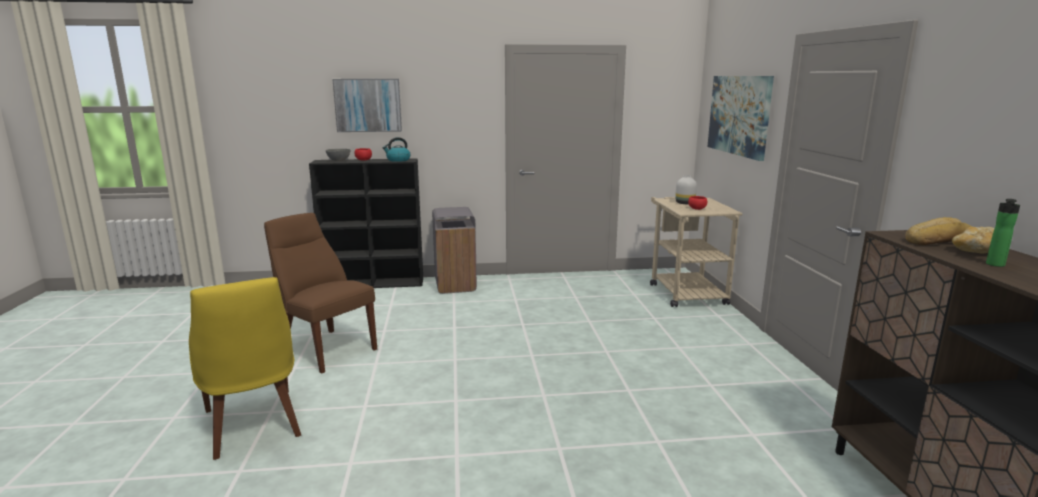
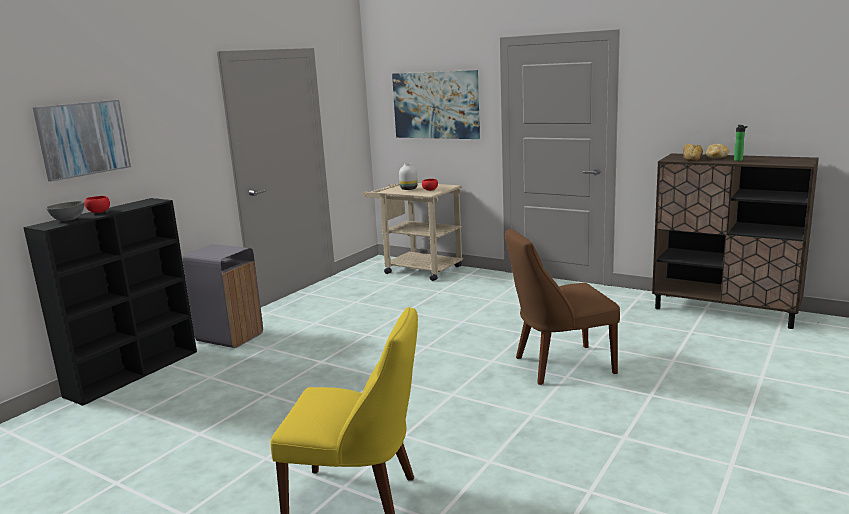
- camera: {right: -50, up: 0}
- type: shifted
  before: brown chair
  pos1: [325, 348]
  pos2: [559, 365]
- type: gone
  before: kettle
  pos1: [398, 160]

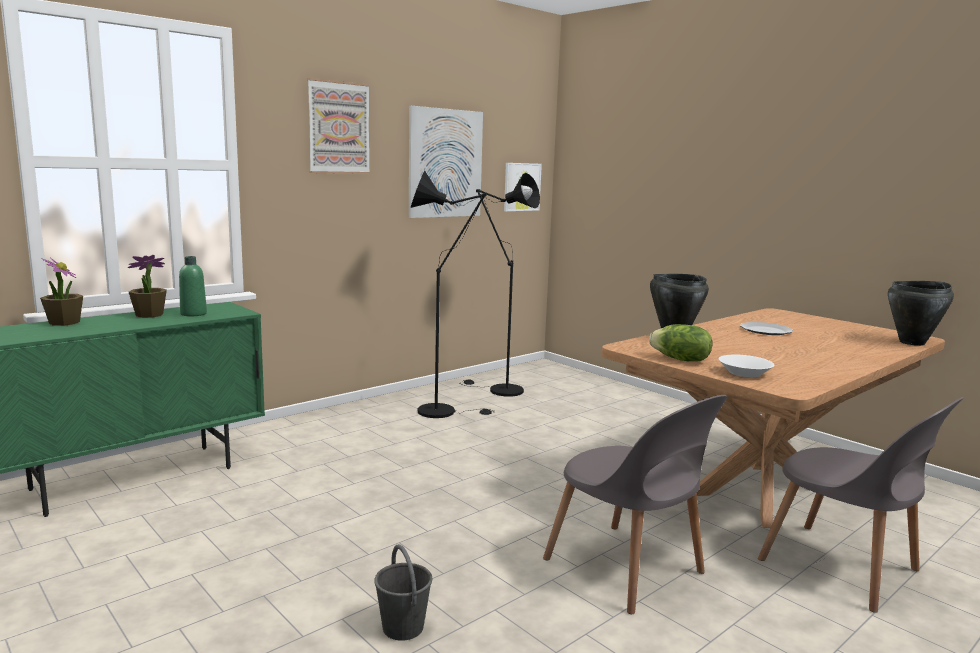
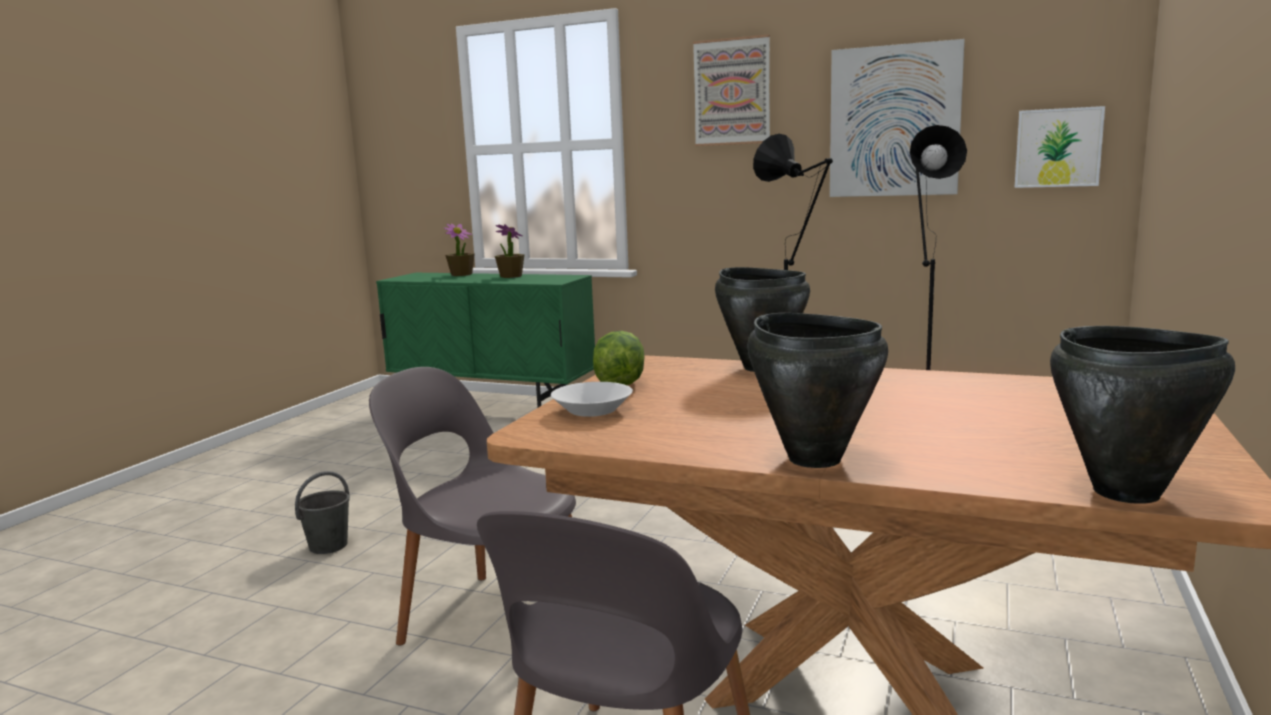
- camera: {right: 65, up: 0}
- type: gone
  before: green bottle
  pos1: [193, 314]
- type: rotated
  before: grey chair
  pos1: [628, 569]
  pos2: [493, 619]
  turn: 90
- type: gone
  before: plate
  pos1: [766, 330]
- type: new
  after: black cooking pot
  pos2: [814, 458]

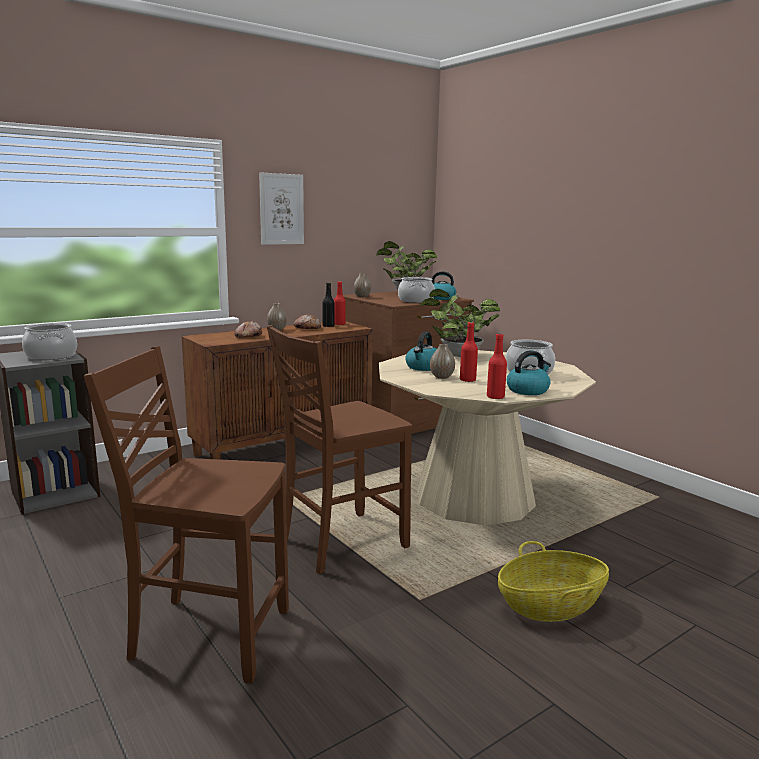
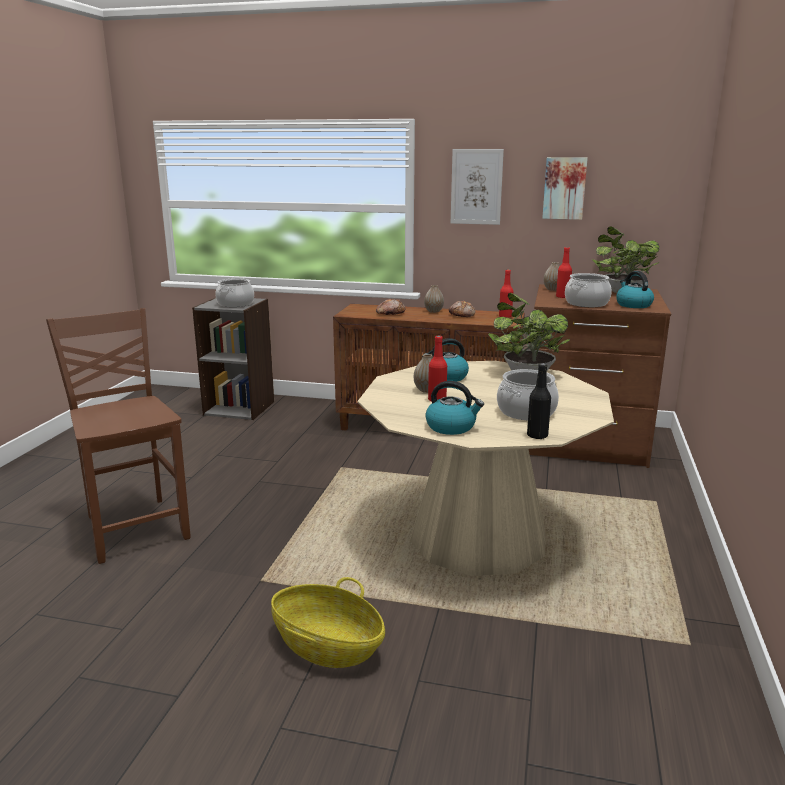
- camera: {right: 50, up: 5}
- type: gone
  before: brown chair
  pos1: [340, 543]
- type: shifted
  before: black bottle
  pos1: [328, 326]
  pos2: [537, 436]
- type: shifted
  before: red bottle
  pos1: [495, 397]
  pos2: [562, 297]
- type: new
  after: picture
  pos2: [564, 188]

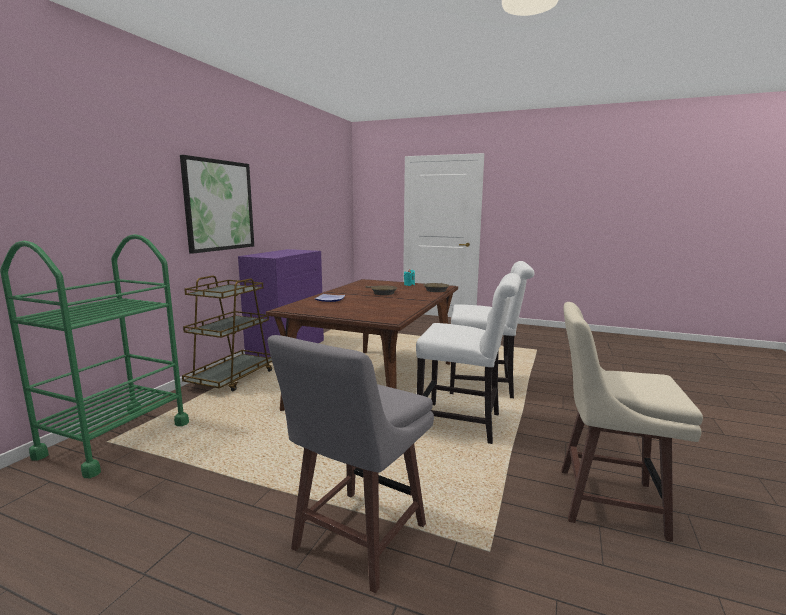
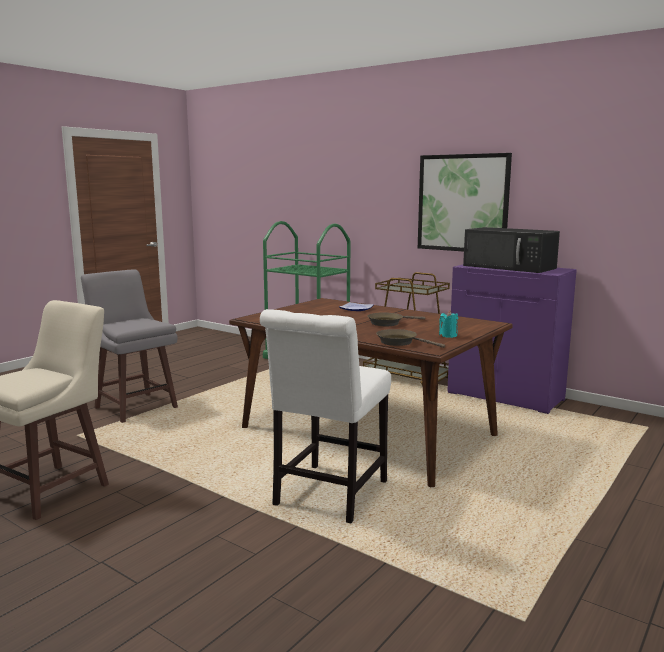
- camera: {right: 105, up: 0}
- type: gone
  before: white chair
  pos1: [464, 424]
- type: new
  after: black microwave
  pos2: [510, 267]

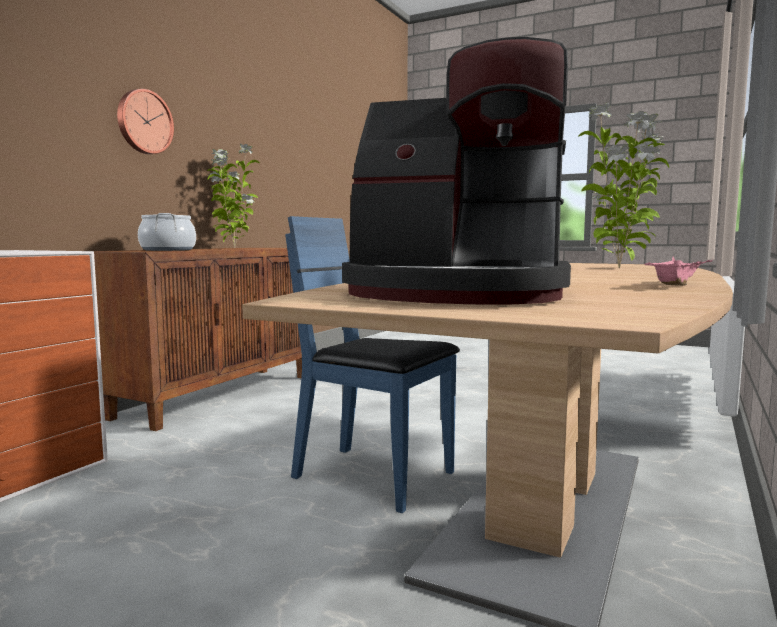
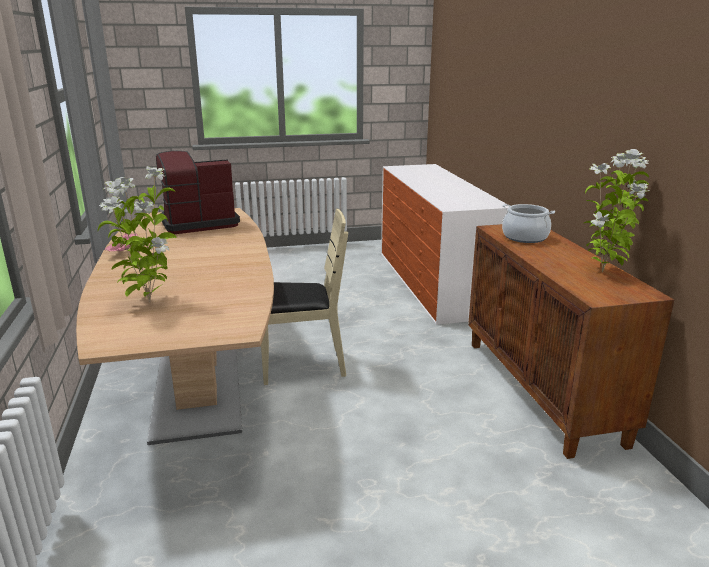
- camera: {right: 140, up: 15}
- type: gone
  before: wall clock
  pos1: [144, 122]
- type: repainted
  before: blue chair
  after: beige chair
  pos1: [373, 477]
  pos2: [302, 365]

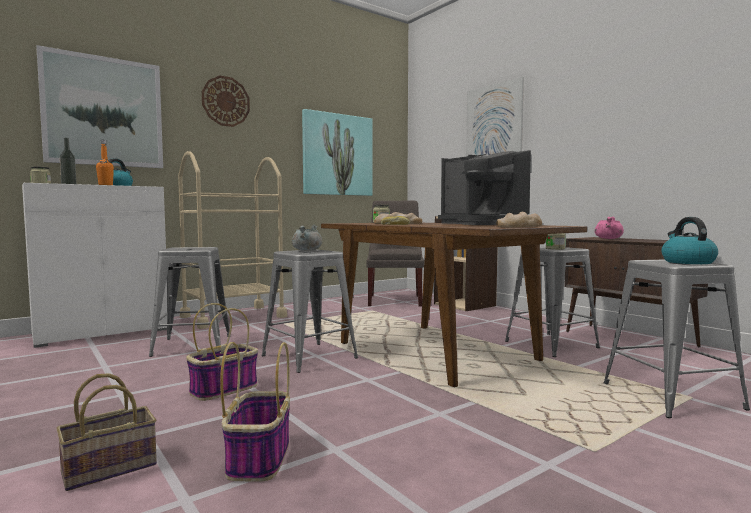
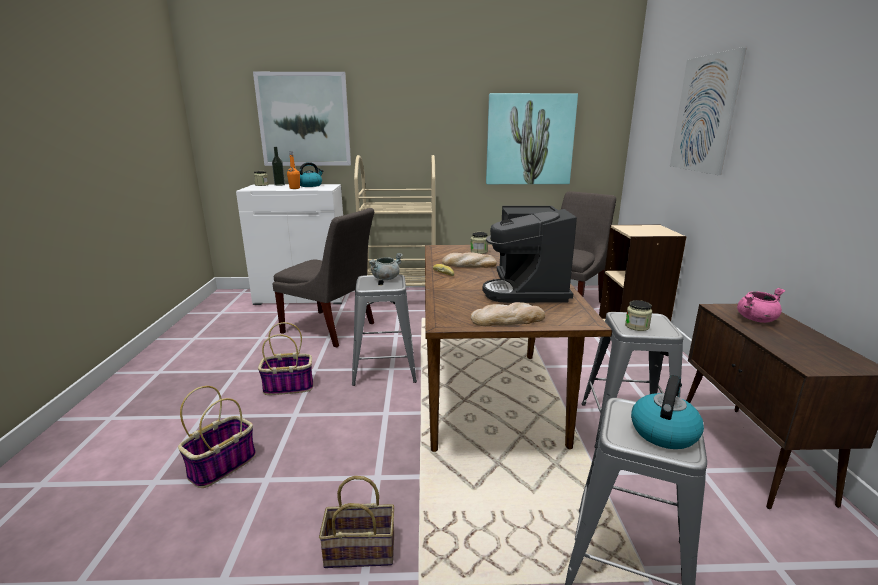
- camera: {right: 35, up: 15}
- type: shifted
  before: basket
  pos1: [111, 467]
  pos2: [362, 550]
- type: swapped
  before: grey stool
  after: grey chair
  pos1: [192, 346]
  pos2: [331, 329]
- type: gone
  before: wall clock
  pos1: [226, 101]

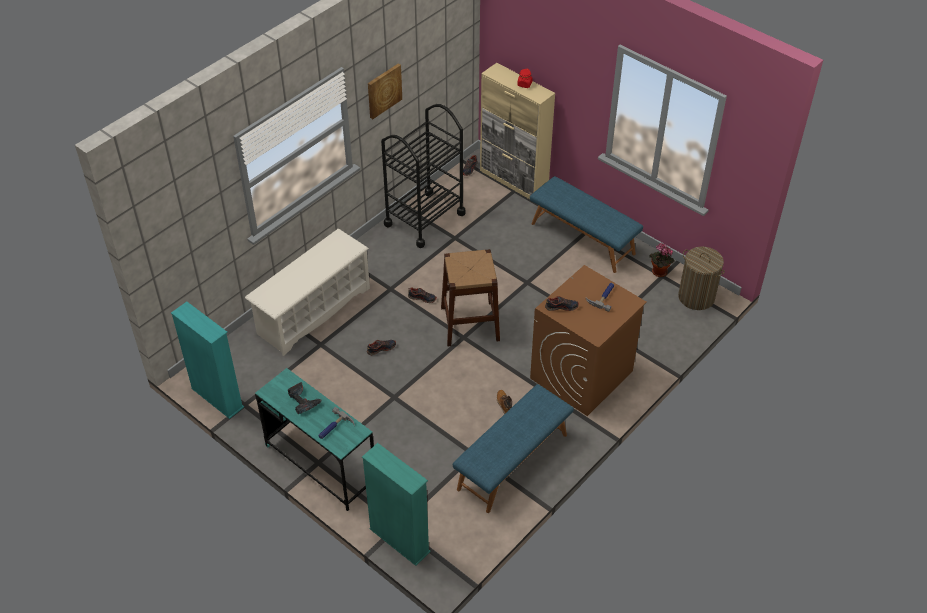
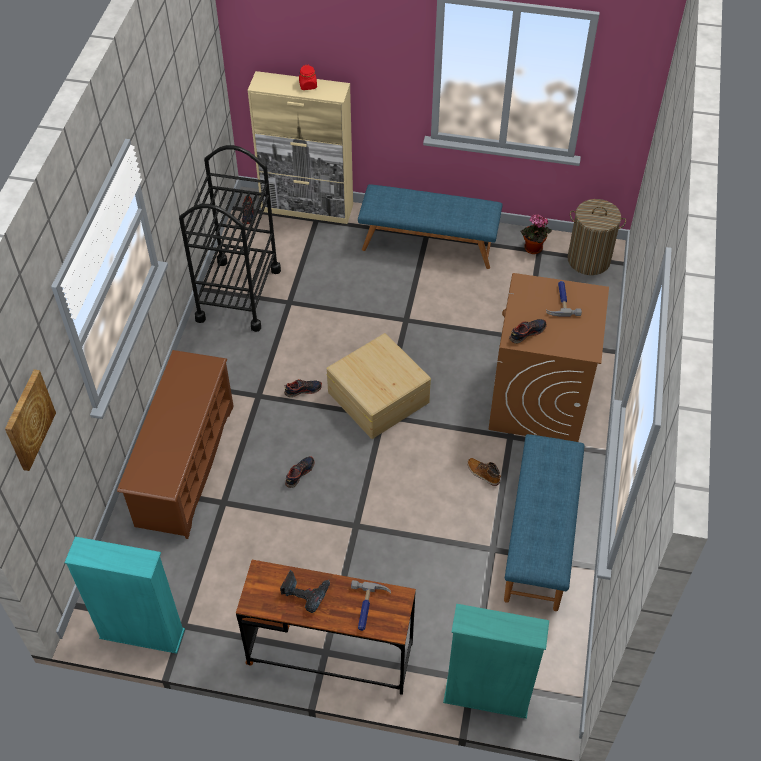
- camera: {right: -30, up: 5}
- type: repainted
  before: white shoe rack
  after: brown shoe rack
  pos1: [313, 311]
  pos2: [185, 465]
- type: repainted
  before: turquoise desk
  after: brown desk
  pos1: [320, 465]
  pos2: [330, 654]
- type: shifted
  before: picture
  pos1: [384, 90]
  pos2: [28, 419]
- type: swapped
  before: brown stool
  after: beige storage box
  pos1: [470, 323]
  pos2: [378, 396]

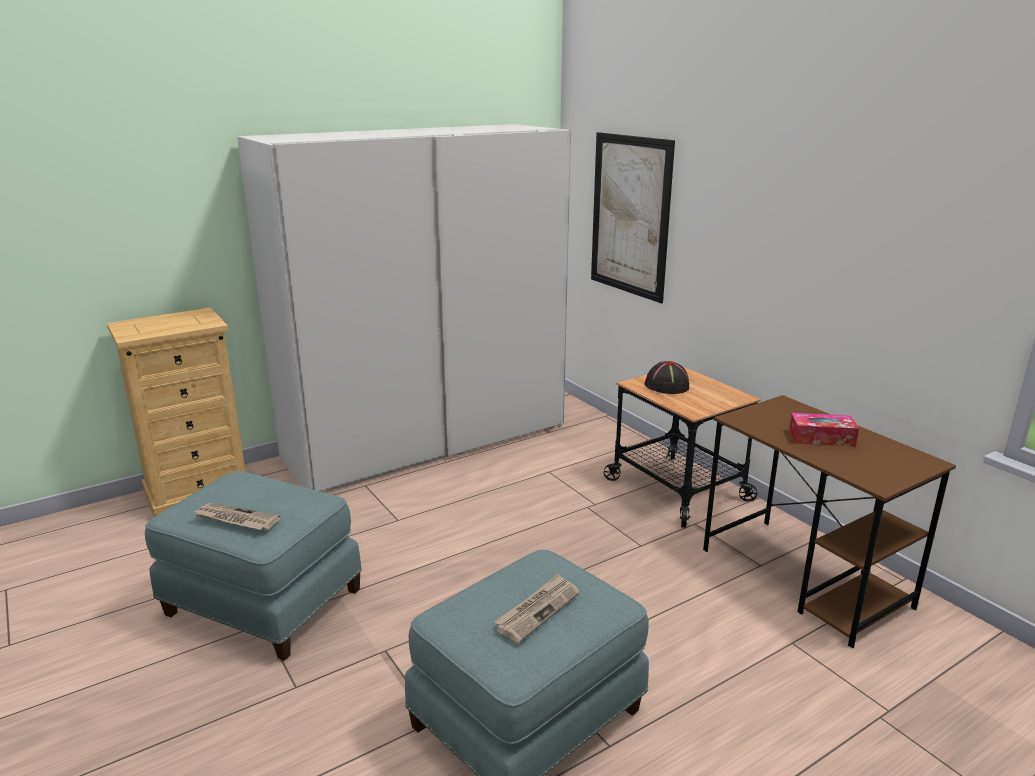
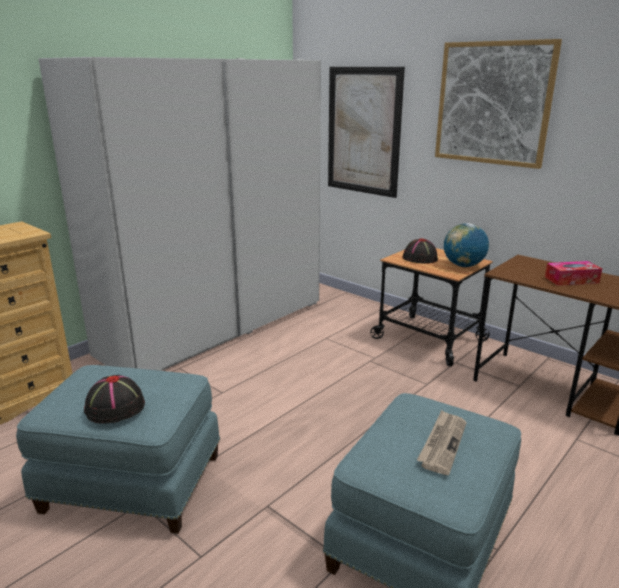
- camera: {right: -15, up: 0}
- type: swapped
  before: newspaper
  after: black hat
  pos1: [235, 519]
  pos2: [114, 407]
- type: new
  after: picture
  pos2: [493, 103]
- type: new
  after: globe
  pos2: [463, 266]

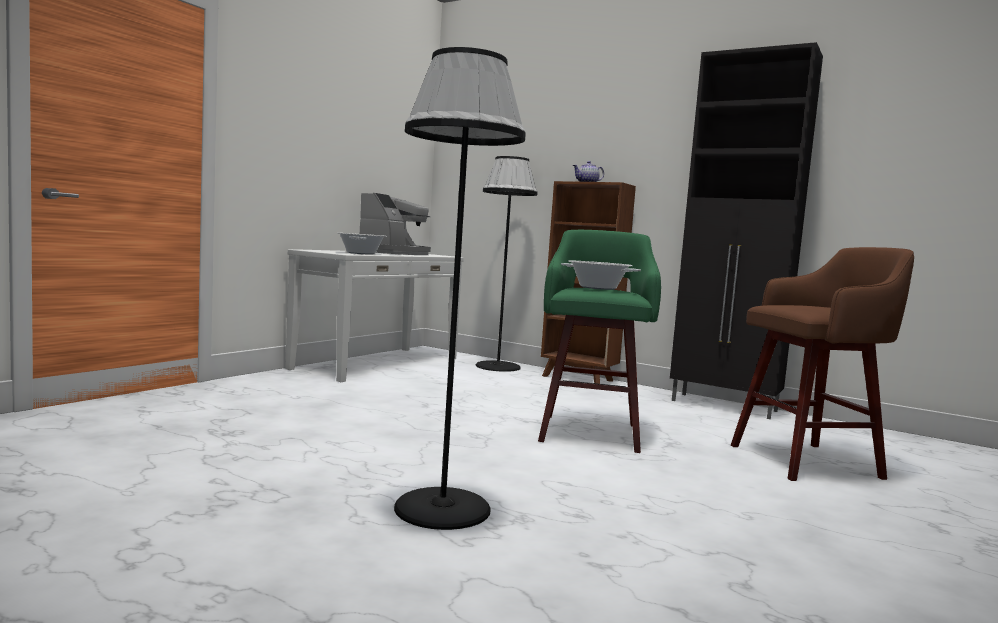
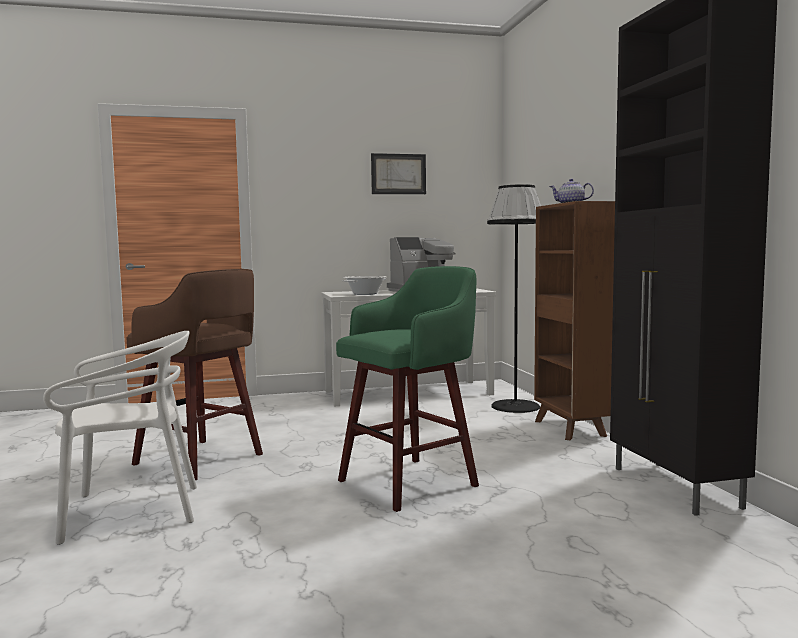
- camera: {right: 45, up: 0}
- type: swapped
  before: black floor lamp
  after: white chair
  pos1: [443, 508]
  pos2: [131, 511]
- type: gone
  before: cooking pot
  pos1: [598, 288]
- type: shifted
  before: brown stool
  pos1: [809, 461]
  pos2: [201, 460]
- type: new
  after: picture
  pos2: [398, 174]

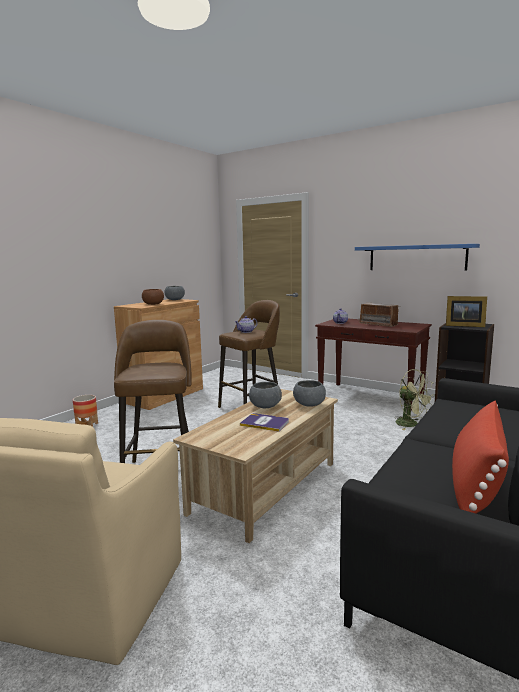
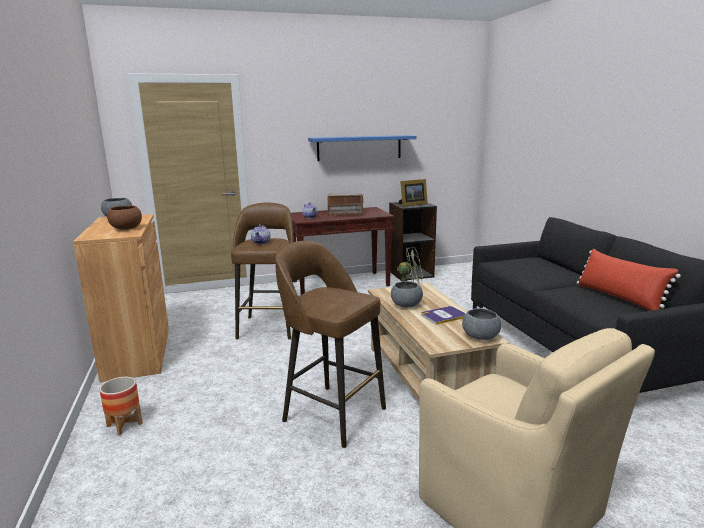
- camera: {right: -50, up: 5}
- type: shifted
  before: grey bowl
  pos1: [309, 404]
  pos2: [480, 337]

